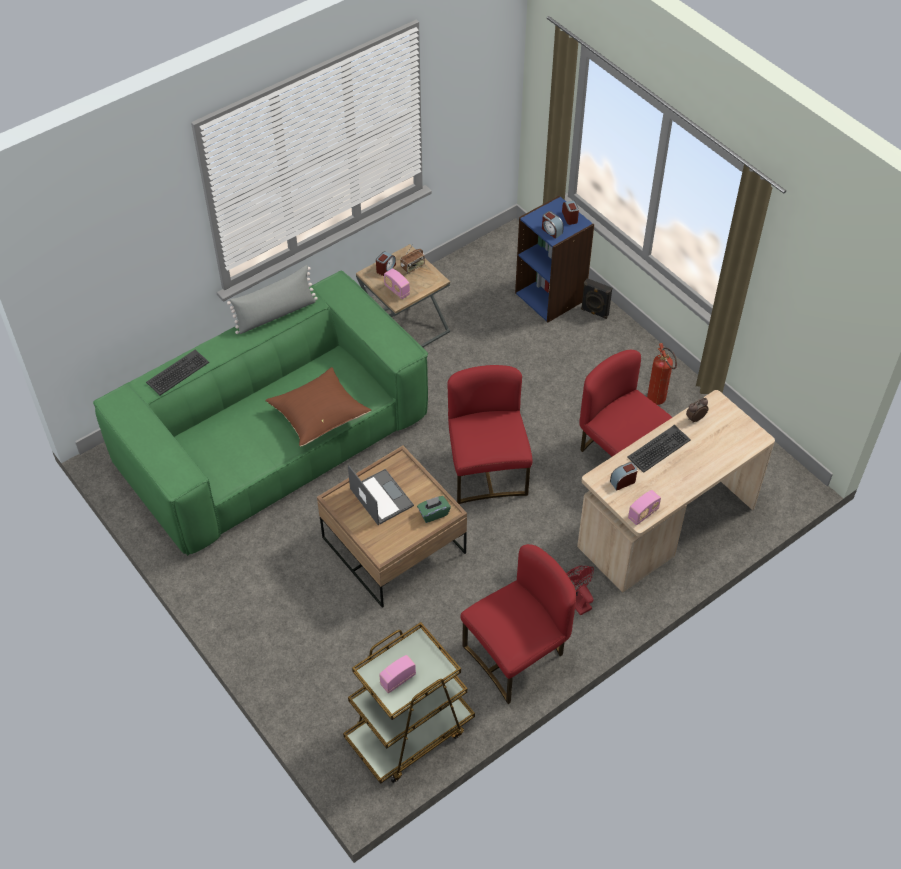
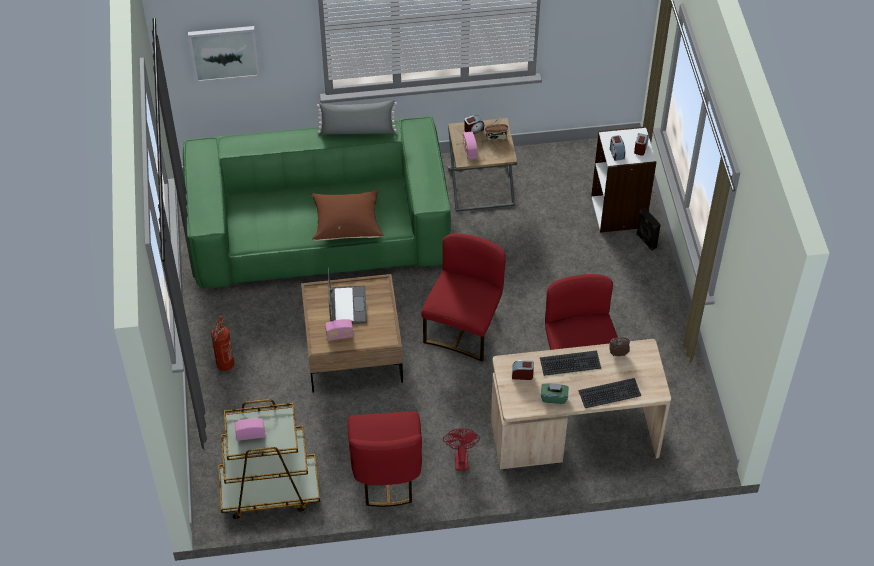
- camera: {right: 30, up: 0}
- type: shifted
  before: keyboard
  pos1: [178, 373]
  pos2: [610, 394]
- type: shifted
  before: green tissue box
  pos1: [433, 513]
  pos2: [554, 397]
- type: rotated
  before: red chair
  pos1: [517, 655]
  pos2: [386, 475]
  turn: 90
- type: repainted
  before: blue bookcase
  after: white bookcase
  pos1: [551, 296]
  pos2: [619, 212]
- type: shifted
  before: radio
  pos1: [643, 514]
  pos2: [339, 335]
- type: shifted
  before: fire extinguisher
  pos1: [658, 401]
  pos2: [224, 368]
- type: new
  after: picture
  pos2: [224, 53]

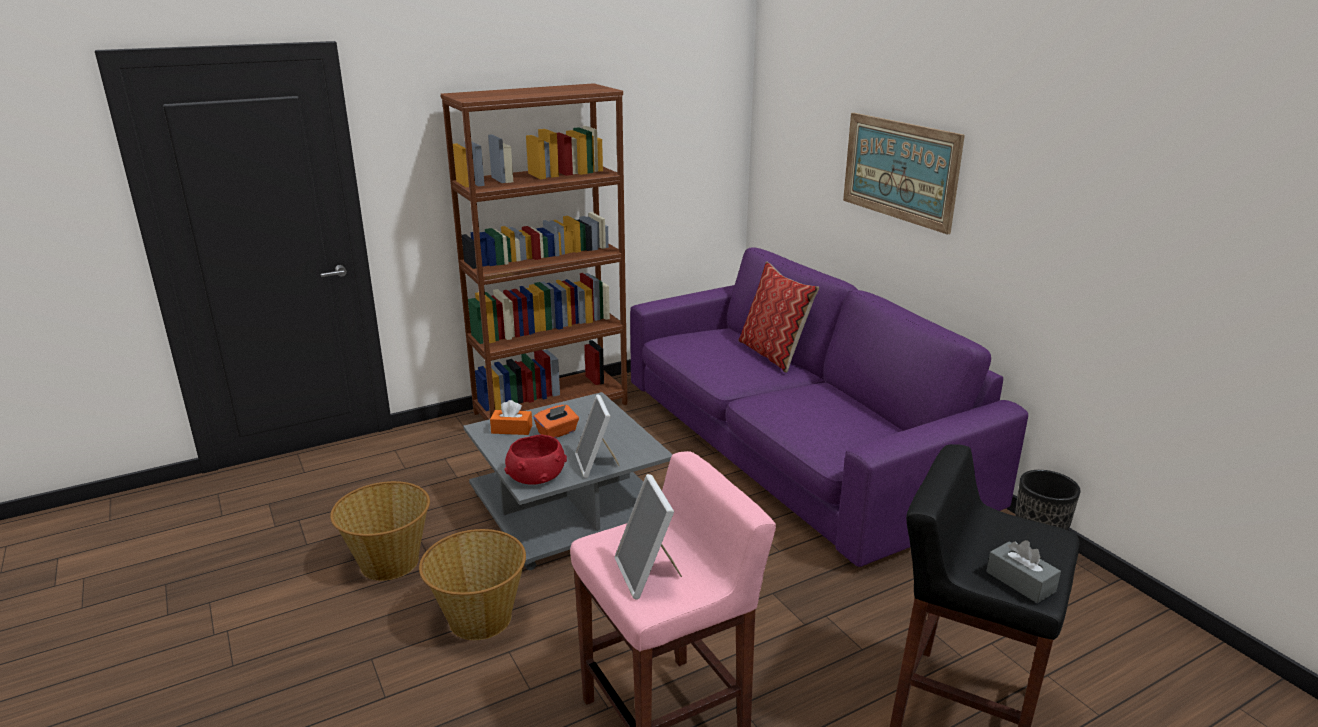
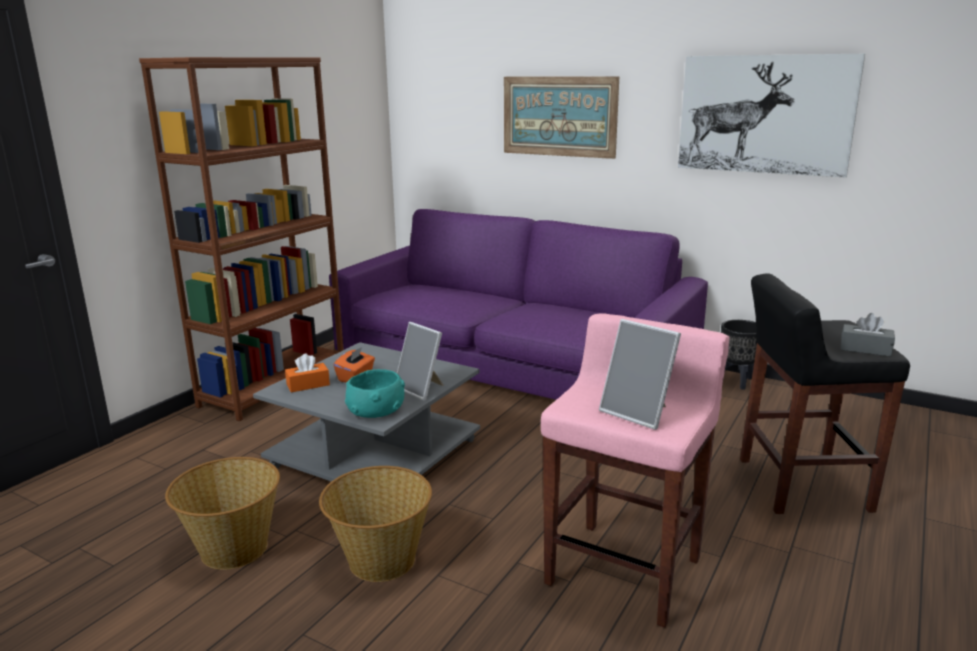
- camera: {right: -30, up: -5}
- type: repainted
  before: red bowl
  after: turquoise bowl
  pos1: [536, 475]
  pos2: [376, 410]
- type: gone
  before: pillow
  pos1: [773, 354]
- type: new
  after: picture
  pos2: [765, 114]

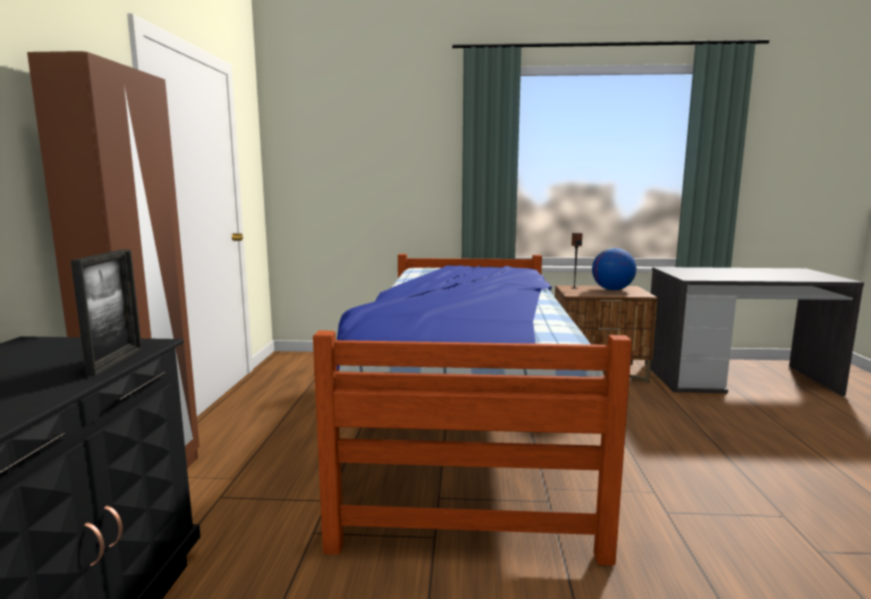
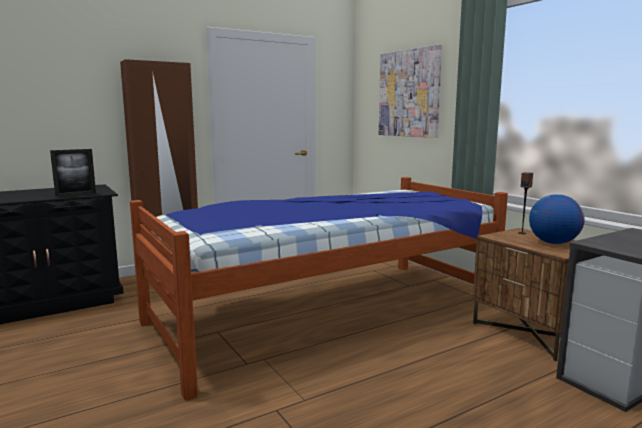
- camera: {right: 55, up: 0}
- type: new
  after: picture
  pos2: [409, 93]

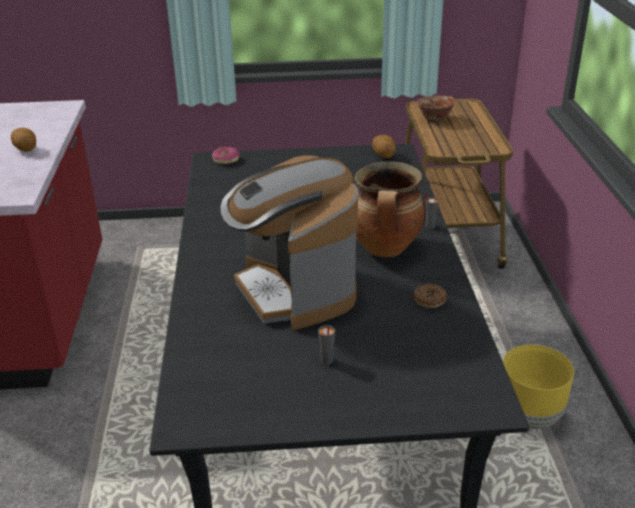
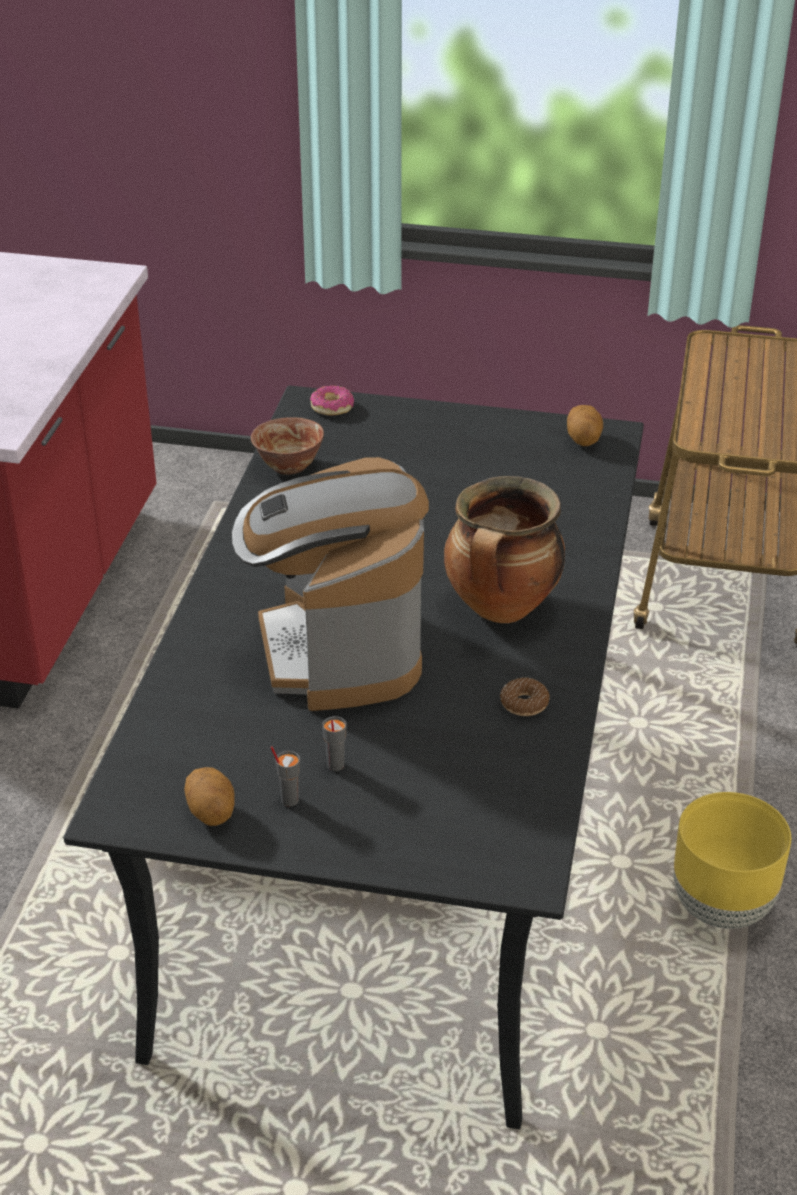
- camera: {right: 15, up: 5}
- type: shifted
  before: potato
  pos1: [26, 149]
  pos2: [211, 812]
- type: shifted
  before: bowl
  pos1: [434, 119]
  pos2: [288, 466]
- type: shifted
  before: grey cup
  pos1: [429, 226]
  pos2: [289, 800]

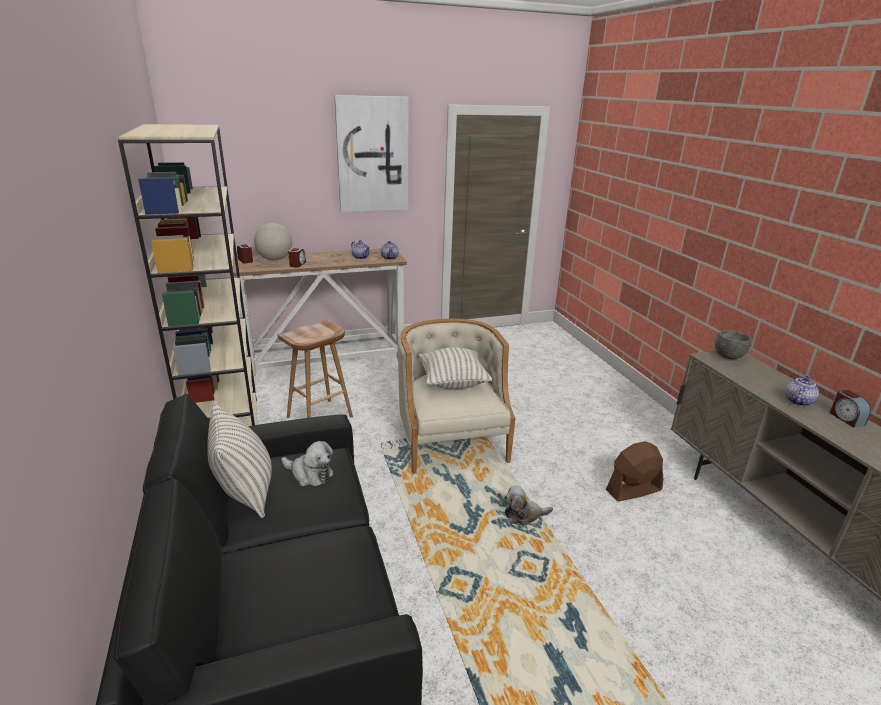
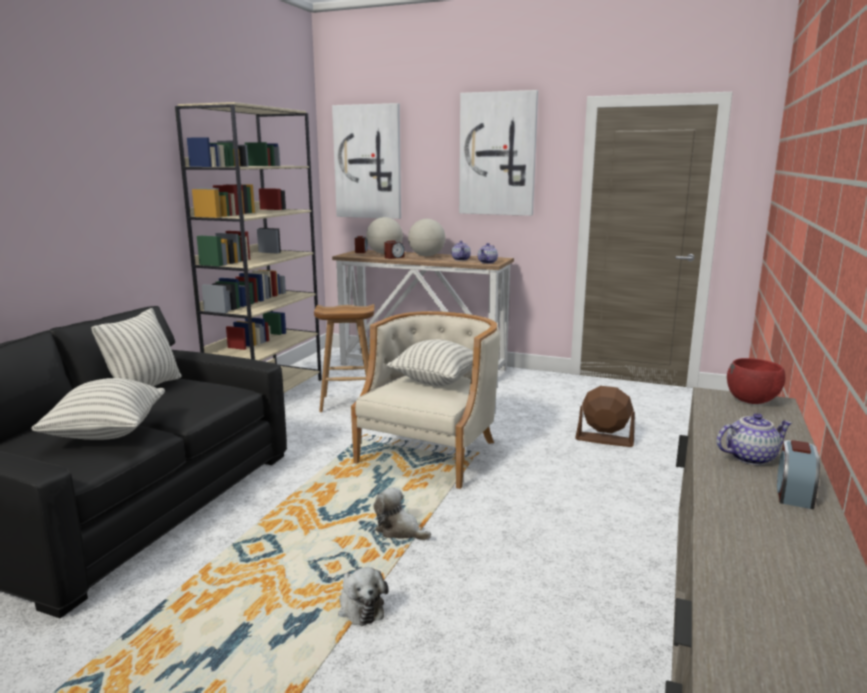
- camera: {right: 40, up: -10}
- type: shifted
  before: plush toy
  pos1: [310, 474]
  pos2: [360, 606]
- type: shifted
  before: brown fan
  pos1: [633, 490]
  pos2: [604, 439]
- type: repainted
  before: grey bowl
  after: red bowl
  pos1: [728, 356]
  pos2: [751, 401]
- type: new
  after: pillow
  pos2: [107, 433]
- type: new
  after: picture
  pos2: [368, 162]
- type: new
  after: globe
  pos2: [426, 256]

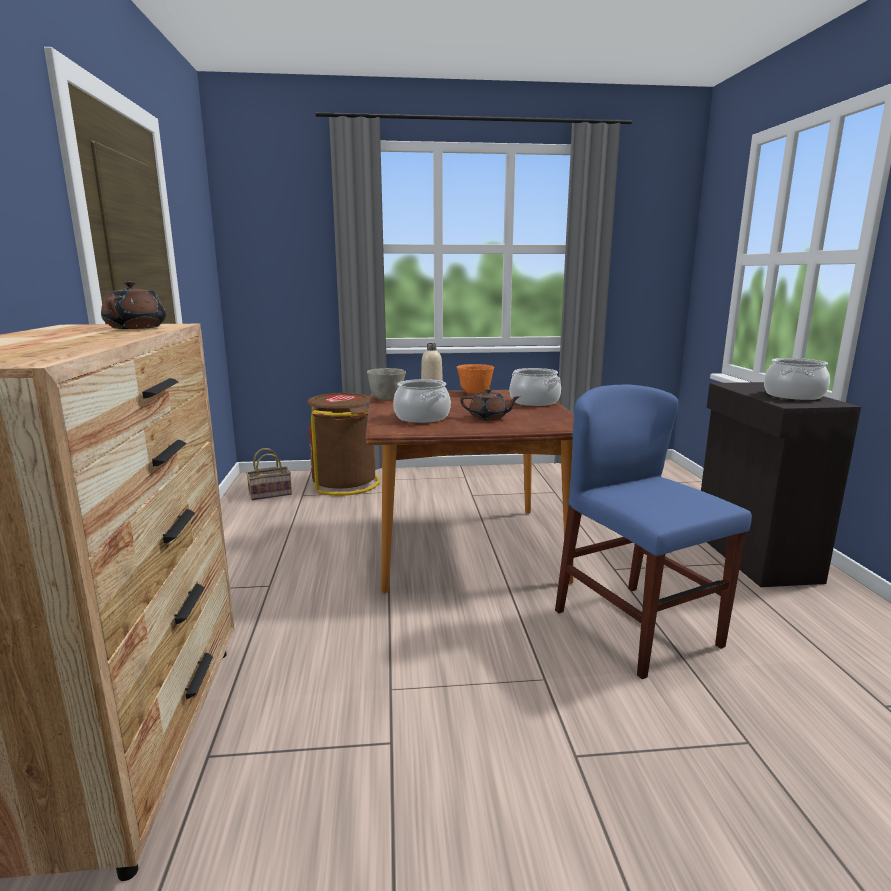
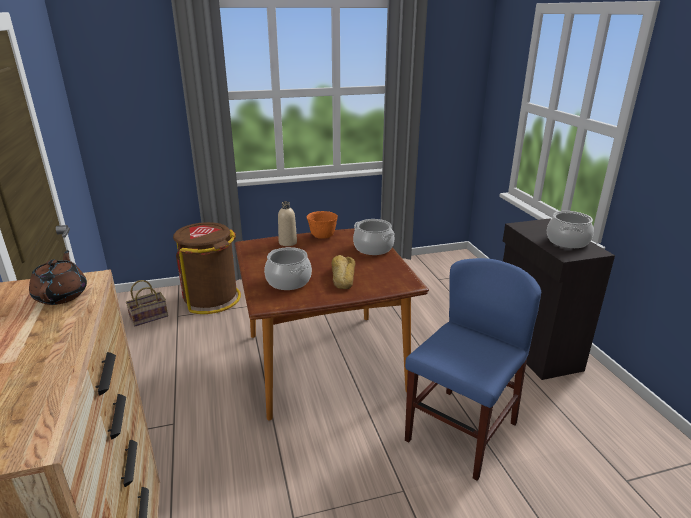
- camera: {right: -10, up: 10}
- type: gone
  before: grey bowl
  pos1: [387, 398]
- type: swapped
  before: brown teapot
  after: bread
  pos1: [488, 418]
  pos2: [342, 277]
- type: rotated
  before: blue chair
  pos1: [636, 628]
  pos2: [461, 431]
  turn: 75

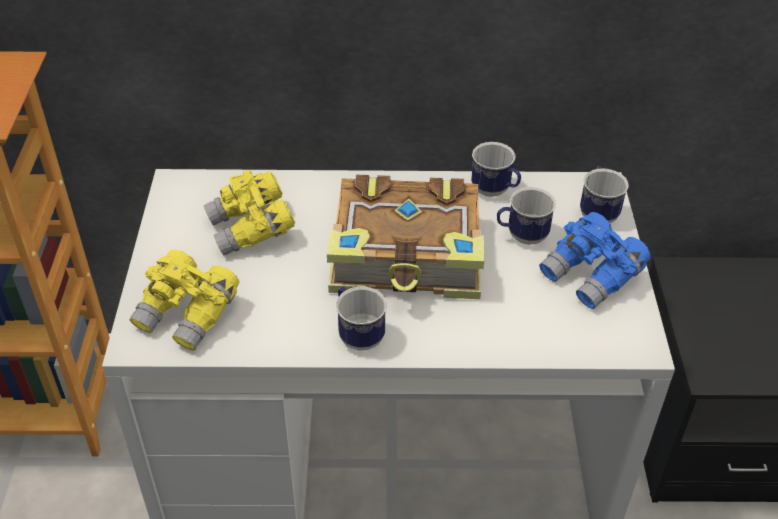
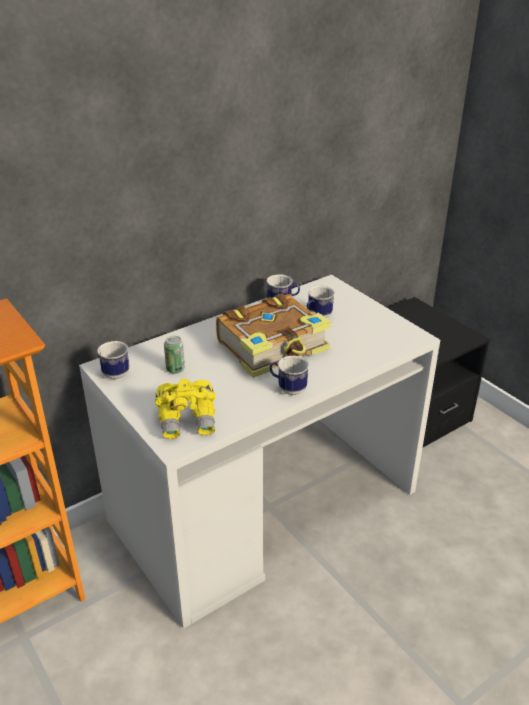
- camera: {right: -35, up: -10}
- type: swapped
  before: yellow binoculars
  after: can
  pos1: [252, 230]
  pos2: [175, 369]
- type: gone
  before: blue binoculars
  pos1: [591, 276]
- type: shifted
  before: mug
  pos1: [597, 212]
  pos2: [114, 372]

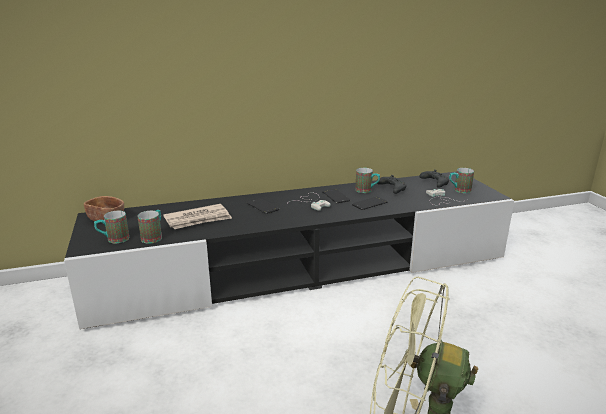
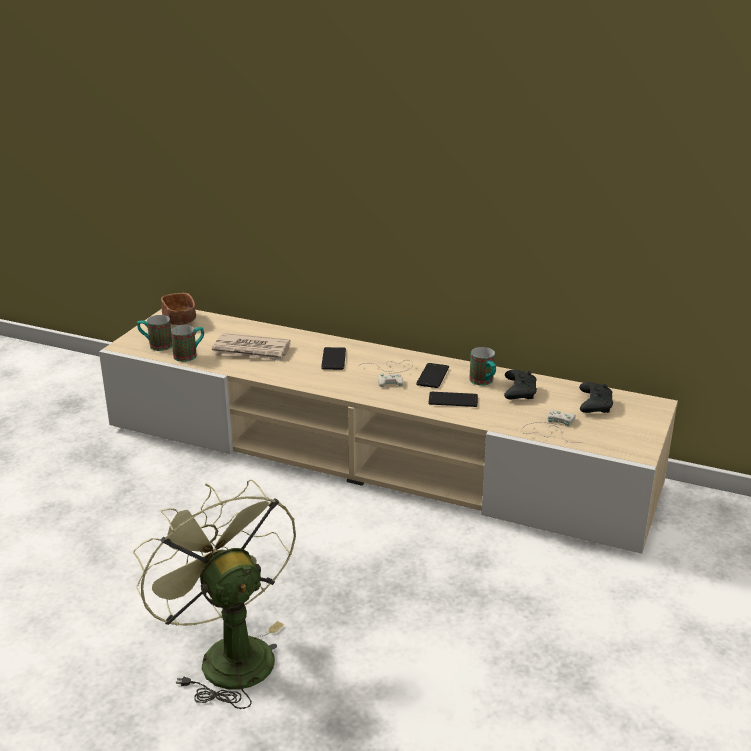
- camera: {right: 40, up: 5}
- type: repainted
  before: black tv stand
  after: beige tv stand
  pos1: [303, 268]
  pos2: [376, 456]
- type: gone
  before: mug
  pos1: [459, 190]

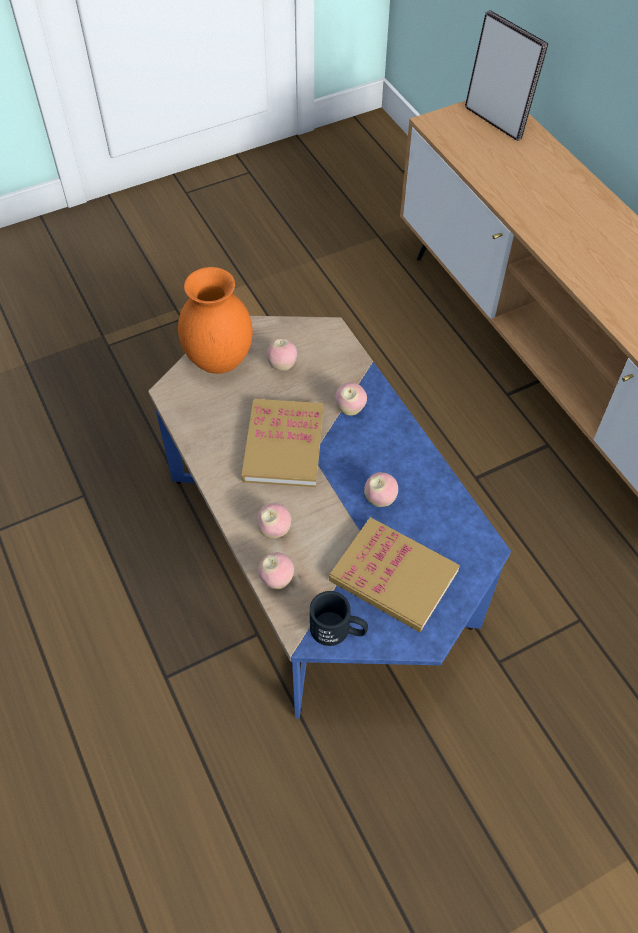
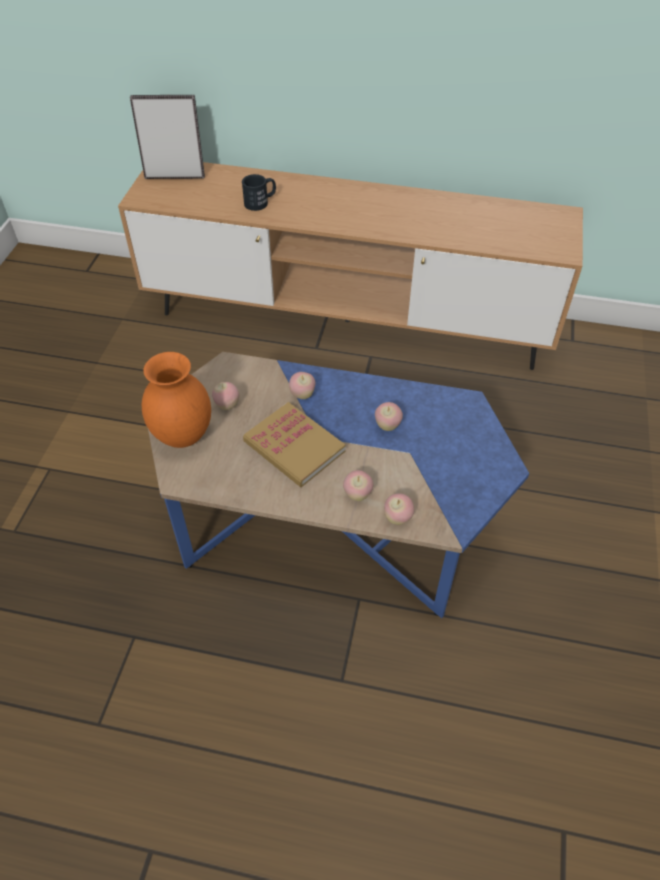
- camera: {right: -50, up: -5}
- type: shifted
  before: black mug
  pos1: [338, 630]
  pos2: [260, 202]
- type: gone
  before: book
  pos1: [393, 576]

